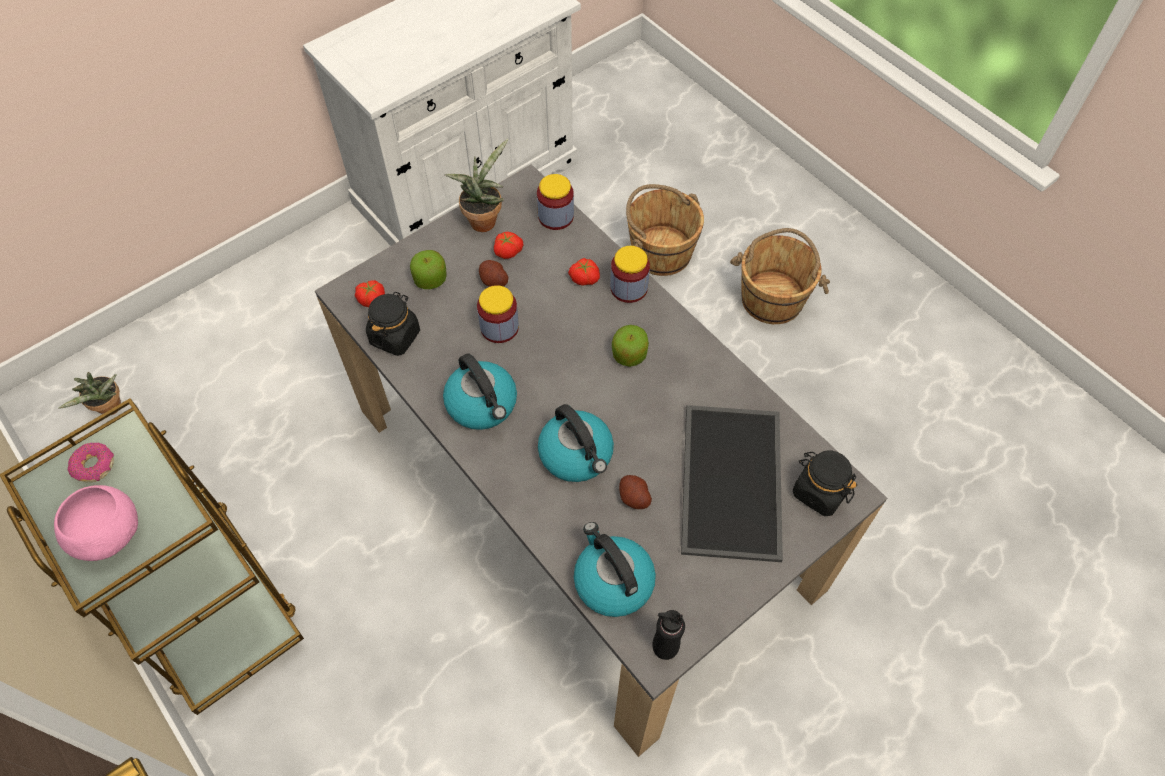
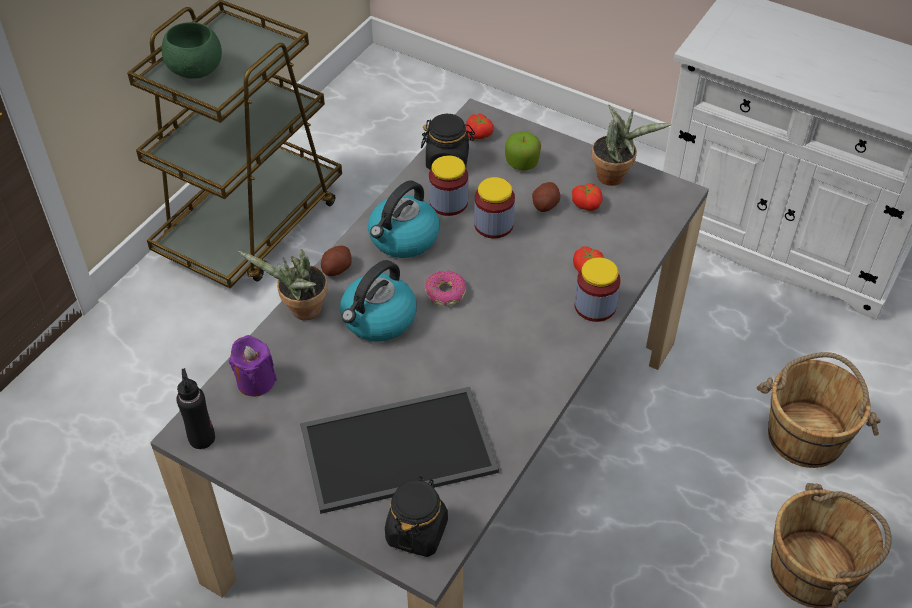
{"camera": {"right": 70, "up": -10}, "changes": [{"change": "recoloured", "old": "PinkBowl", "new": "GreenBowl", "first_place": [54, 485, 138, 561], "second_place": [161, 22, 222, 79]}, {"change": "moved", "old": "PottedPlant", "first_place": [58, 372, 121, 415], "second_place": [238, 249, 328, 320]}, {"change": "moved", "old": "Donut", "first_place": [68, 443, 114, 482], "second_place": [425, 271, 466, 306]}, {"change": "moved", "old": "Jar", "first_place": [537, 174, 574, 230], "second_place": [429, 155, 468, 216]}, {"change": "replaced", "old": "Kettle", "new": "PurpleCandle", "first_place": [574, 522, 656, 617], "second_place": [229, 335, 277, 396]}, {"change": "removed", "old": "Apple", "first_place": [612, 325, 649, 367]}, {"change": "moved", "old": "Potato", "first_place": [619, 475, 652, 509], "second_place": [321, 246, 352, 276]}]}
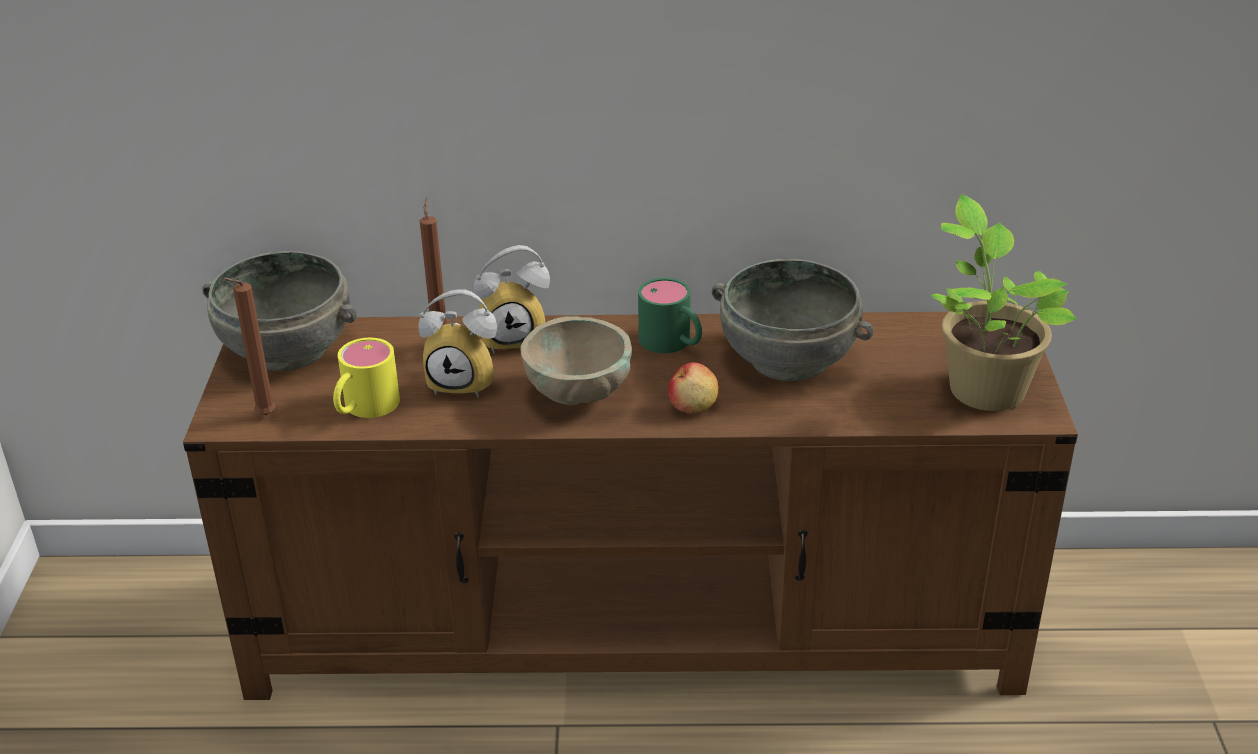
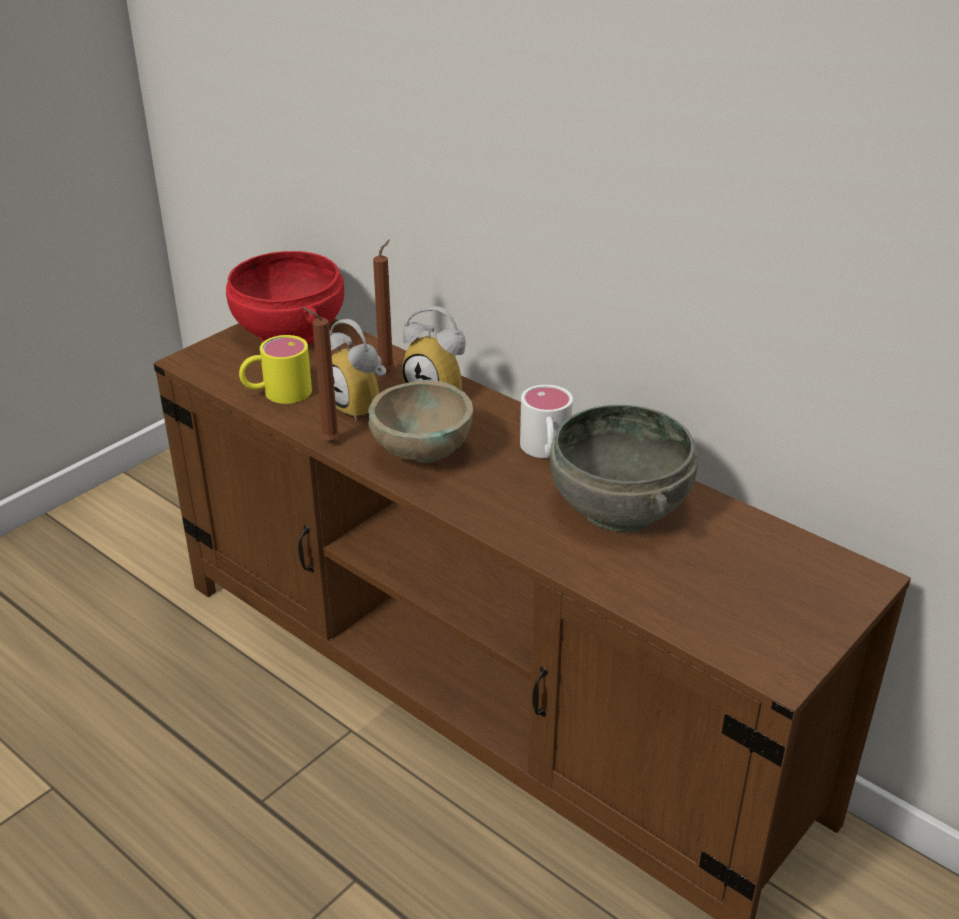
{"camera": {"right": 40, "up": 0}, "changes": [{"change": "recoloured", "old": "GreyBowl", "new": "RedBowl", "first_place": [202, 251, 357, 371], "second_place": [226, 251, 344, 345]}, {"change": "moved", "old": "BrownCandle", "first_place": [223, 278, 276, 415], "second_place": [302, 307, 340, 442]}, {"change": "recoloured", "old": "GreenMug", "new": "WhiteMug", "first_place": [638, 278, 702, 353], "second_place": [520, 385, 573, 458]}, {"change": "removed", "old": "Apple", "first_place": [669, 362, 719, 413]}, {"change": "removed", "old": "PottedPlant", "first_place": [931, 195, 1077, 411]}]}
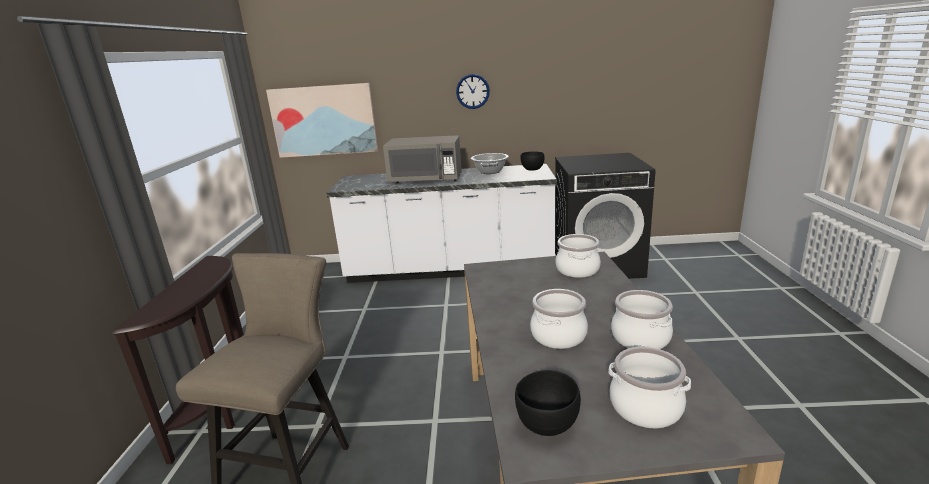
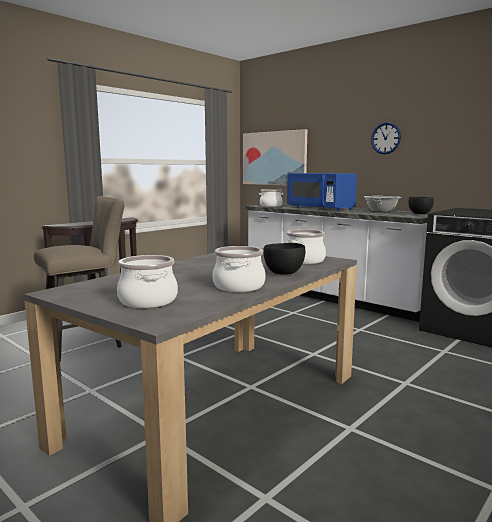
{"camera": {"right": 40, "up": -10}, "changes": [{"change": "recoloured", "old": "GreyMicrowave", "new": "BlueMicrowave", "first_place": [383, 135, 462, 184], "second_place": [287, 173, 357, 211]}, {"change": "moved", "old": "BlackBowl", "first_place": [515, 370, 581, 436], "second_place": [263, 243, 305, 275]}, {"change": "moved", "old": "CookingPot", "first_place": [530, 289, 588, 349], "second_place": [259, 189, 283, 207]}]}
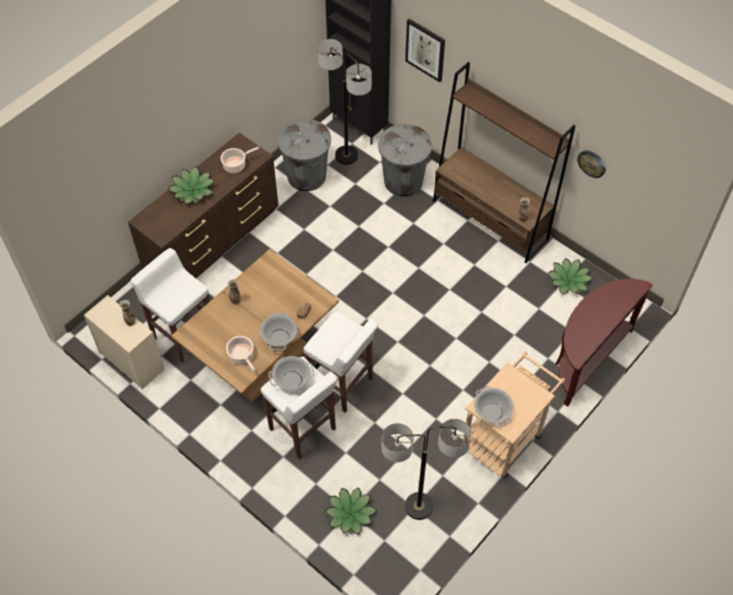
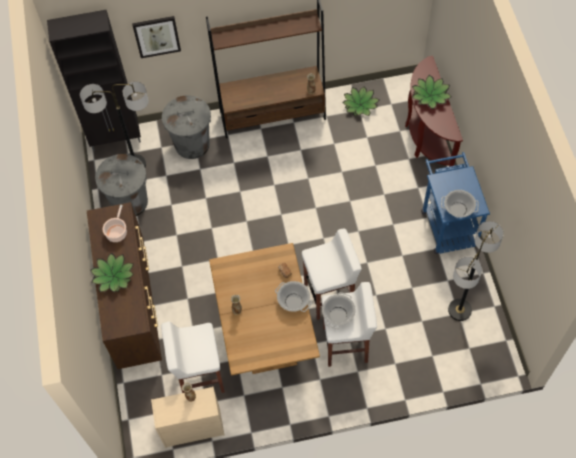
{"camera": {"right": -50, "up": 5}, "changes": [{"change": "removed", "old": "CookingPot", "first_place": [226, 336, 255, 371]}, {"change": "moved", "old": "PottedPlant", "first_place": [325, 487, 377, 535], "second_place": [412, 75, 451, 109]}, {"change": "recoloured", "old": "BeigeCart", "new": "BlueCart", "first_place": [462, 351, 565, 478], "second_place": [421, 152, 490, 254]}, {"change": "removed", "old": "WallClock", "first_place": [577, 151, 606, 178]}]}
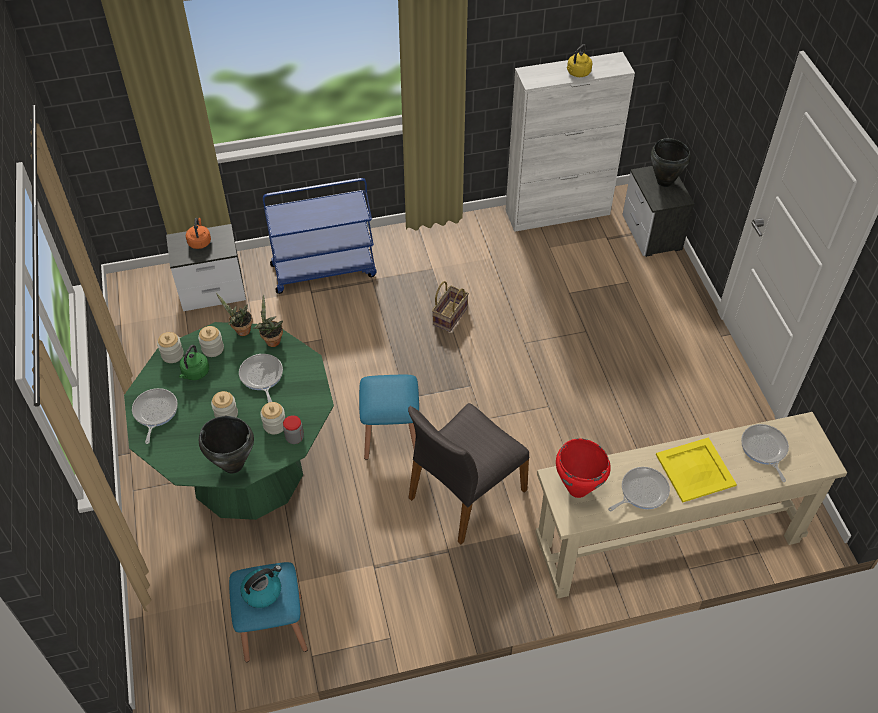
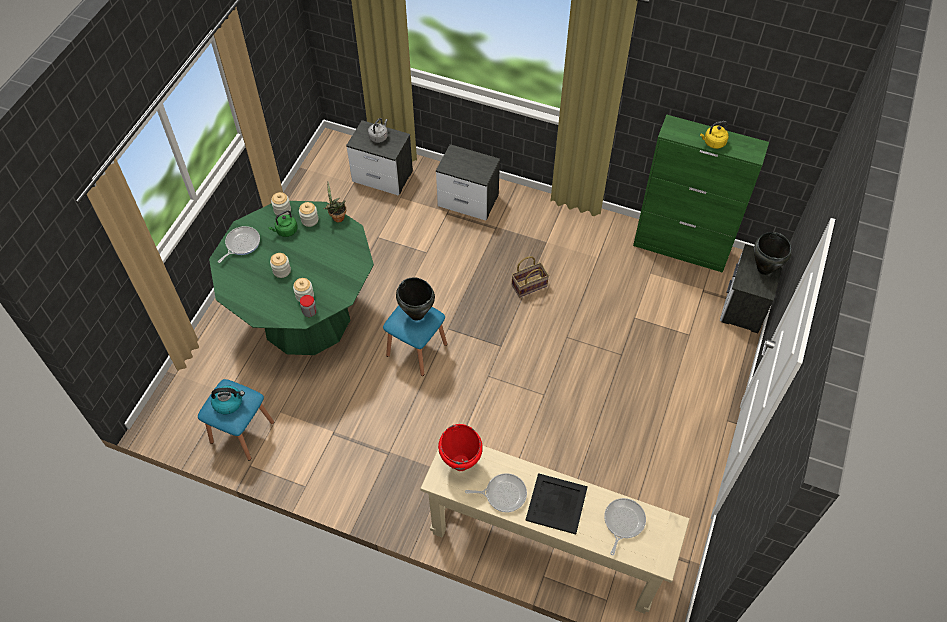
{"camera": {"right": 35, "up": 5}, "changes": [{"change": "recoloured", "old": "OrangeKettle", "new": "GreyKettle", "first_place": [186, 218, 211, 249], "second_place": [368, 118, 388, 143]}, {"change": "moved", "old": "BlackCookingPot", "first_place": [199, 416, 254, 474], "second_place": [396, 277, 435, 321]}, {"change": "removed", "old": "FryingPan", "first_place": [239, 354, 283, 403]}, {"change": "removed", "old": "PottedPlant", "first_place": [253, 294, 283, 347]}, {"change": "replaced", "old": "BlueCart", "new": "Nightstand", "first_place": [263, 178, 377, 294], "second_place": [436, 144, 500, 221]}, {"change": "removed", "old": "GreyChair", "first_place": [408, 403, 529, 544]}, {"change": "recoloured", "old": "WhiteCabinet", "new": "GreenCabinet", "first_place": [506, 52, 635, 232], "second_place": [633, 115, 769, 273]}, {"change": "recoloured", "old": "YellowTray", "new": "BlackTray", "first_place": [656, 437, 737, 503], "second_place": [525, 473, 588, 534]}]}
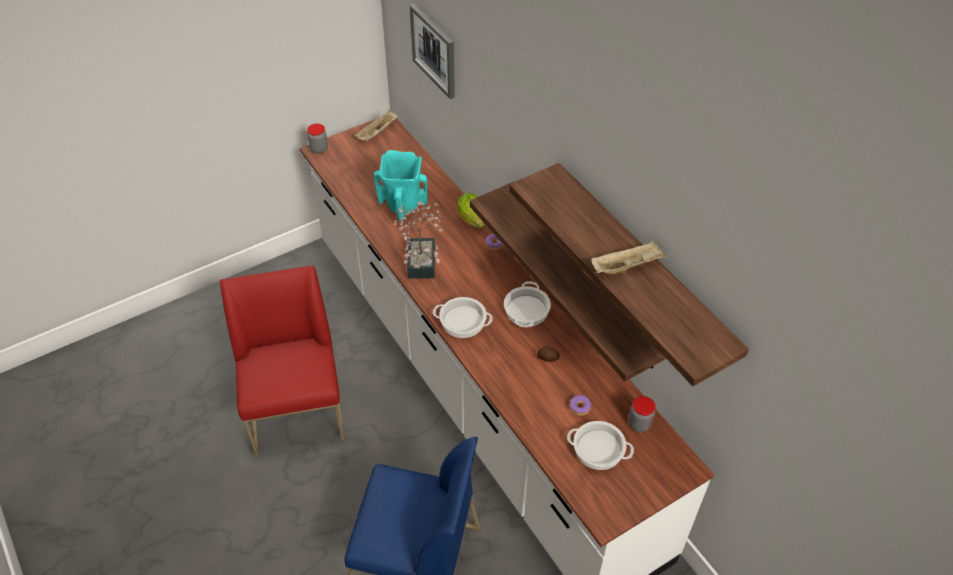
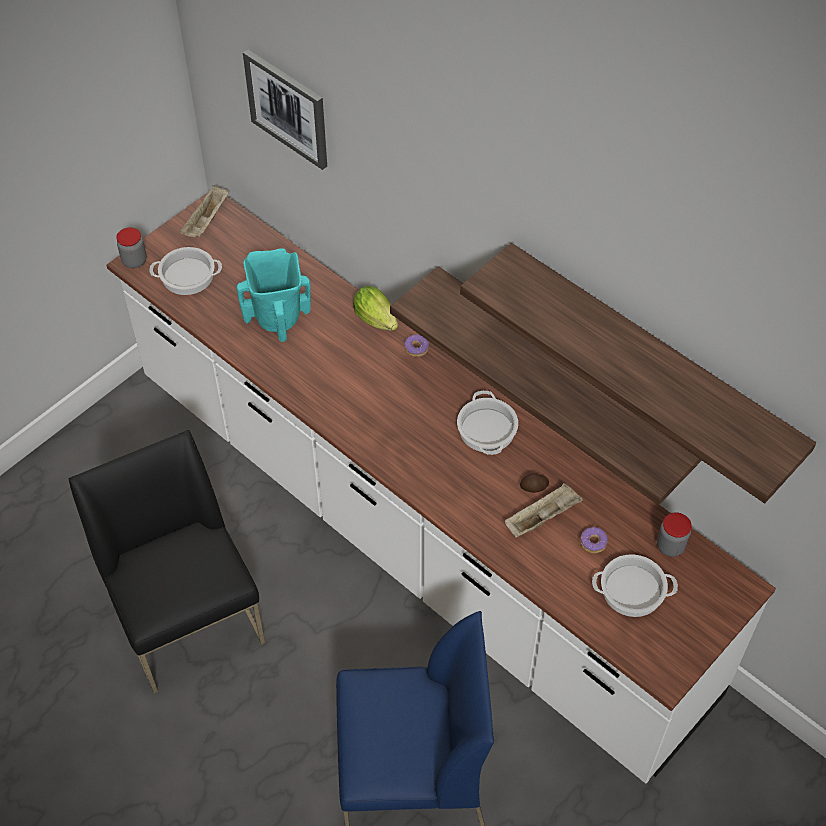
{"camera": {"right": -15, "up": 5}, "changes": [{"change": "recoloured", "old": "RedChair", "new": "BlackChair", "first_place": [220, 265, 345, 456], "second_place": [69, 430, 265, 694]}, {"change": "removed", "old": "PottedPlant", "first_place": [394, 202, 443, 279]}, {"change": "moved", "old": "CookingPot", "first_place": [433, 297, 493, 338], "second_place": [149, 247, 222, 295]}, {"change": "moved", "old": "BeigeTray", "first_place": [591, 241, 667, 274], "second_place": [505, 483, 583, 538]}]}
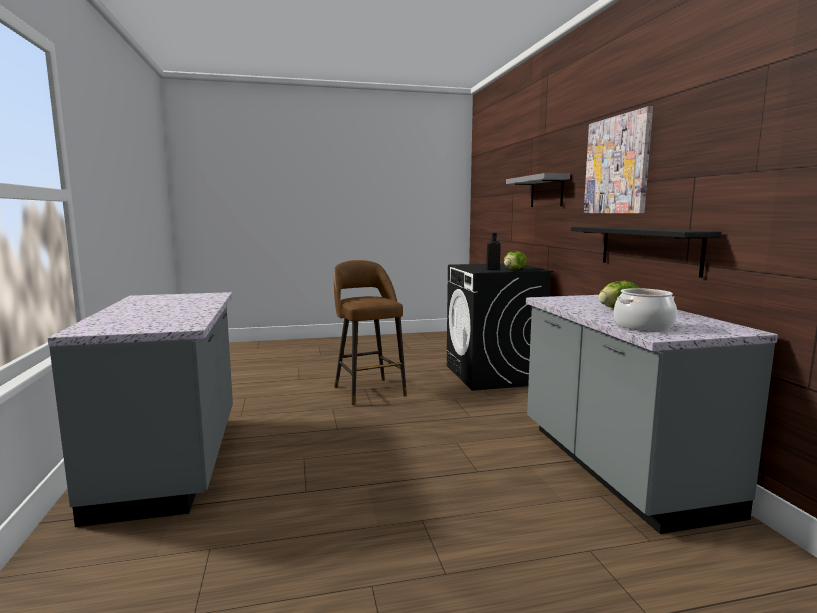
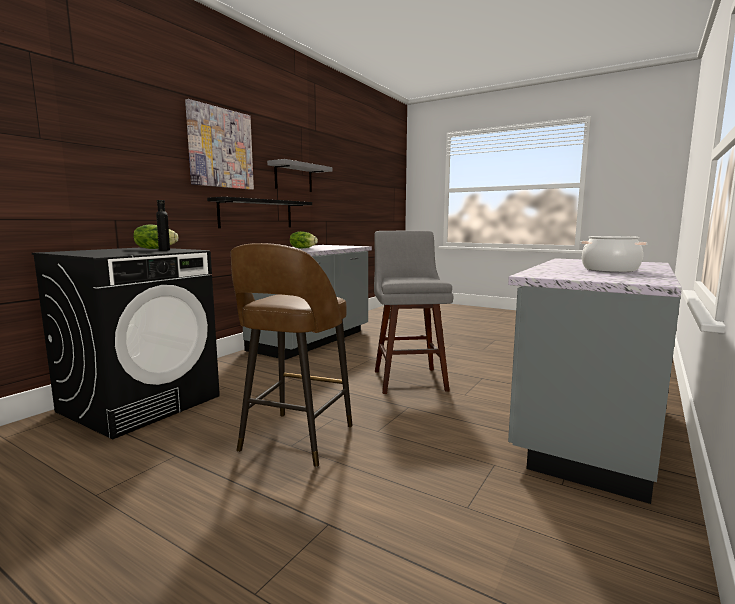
{"camera": {"right": -135, "up": 0}, "changes": [{"change": "moved", "old": "GreyShelf", "first_place": [506, 173, 570, 207], "second_place": [267, 159, 333, 192]}, {"change": "moved", "old": "CookingPot", "first_place": [614, 288, 677, 331], "second_place": [580, 236, 647, 272]}, {"change": "added", "new": "GreyStool", "second_place": [374, 231, 454, 394]}]}
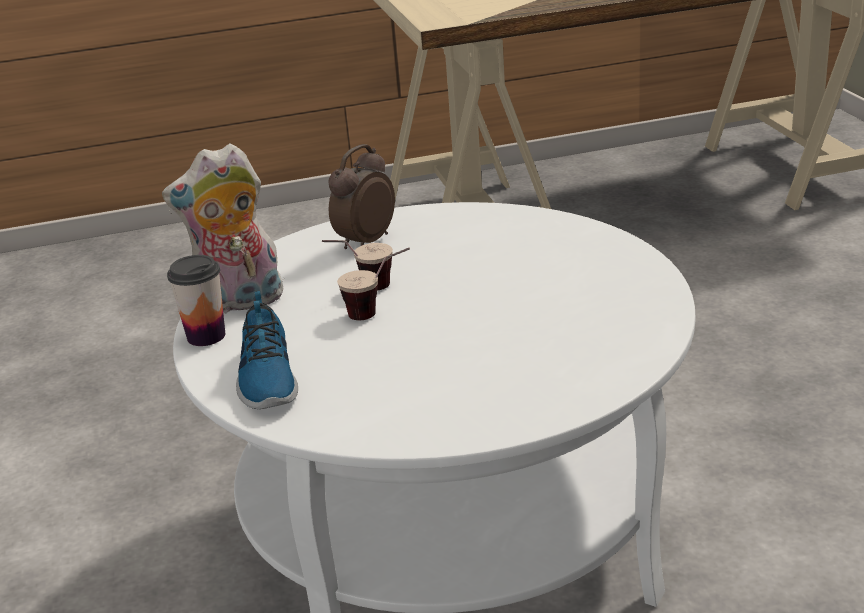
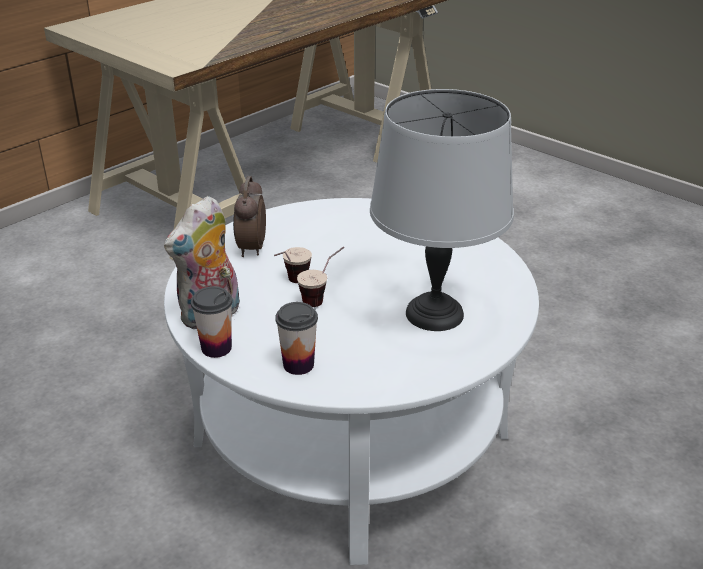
{"camera": {"right": -35, "up": 5}, "changes": [{"change": "replaced", "old": "Shoe", "new": "Cup", "first_place": [236, 291, 298, 409], "second_place": [275, 302, 318, 375]}, {"change": "added", "new": "GreyTableLamp", "second_place": [370, 89, 514, 331]}]}
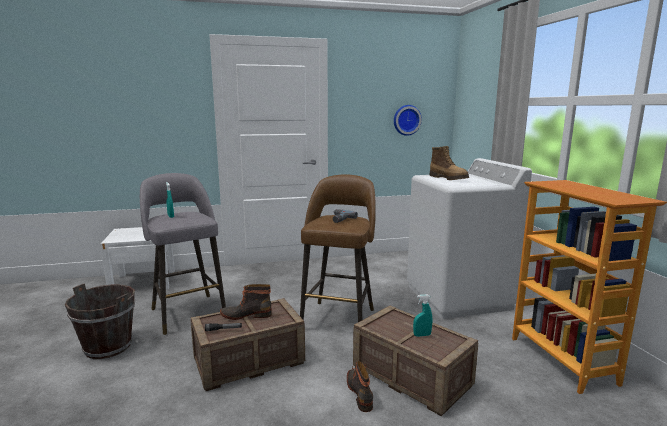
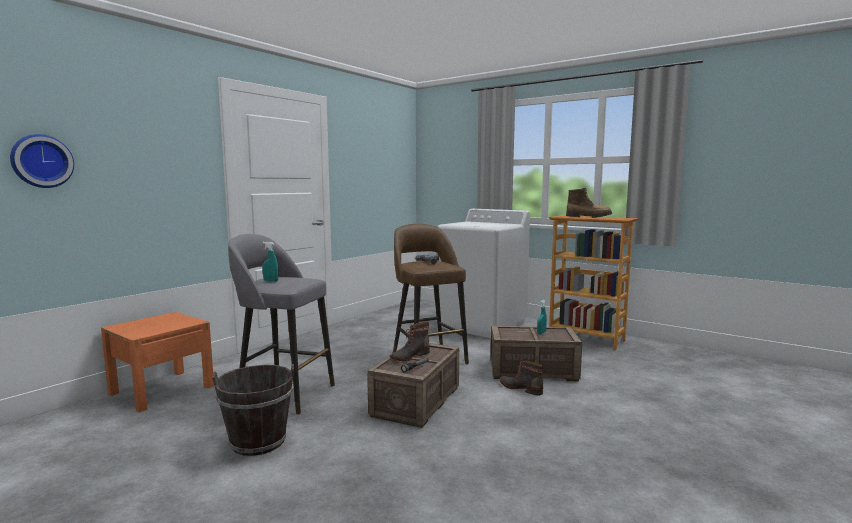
{"camera": {"right": -40, "up": -5}, "changes": [{"change": "recoloured", "old": "WhiteNightstand", "new": "OrangeNightstand", "first_place": [101, 227, 175, 289], "second_place": [101, 312, 214, 412]}, {"change": "moved", "old": "WallClock", "first_place": [394, 105, 422, 136], "second_place": [10, 134, 74, 188]}, {"change": "moved", "old": "Boot", "first_place": [429, 146, 469, 180], "second_place": [566, 188, 612, 218]}]}
